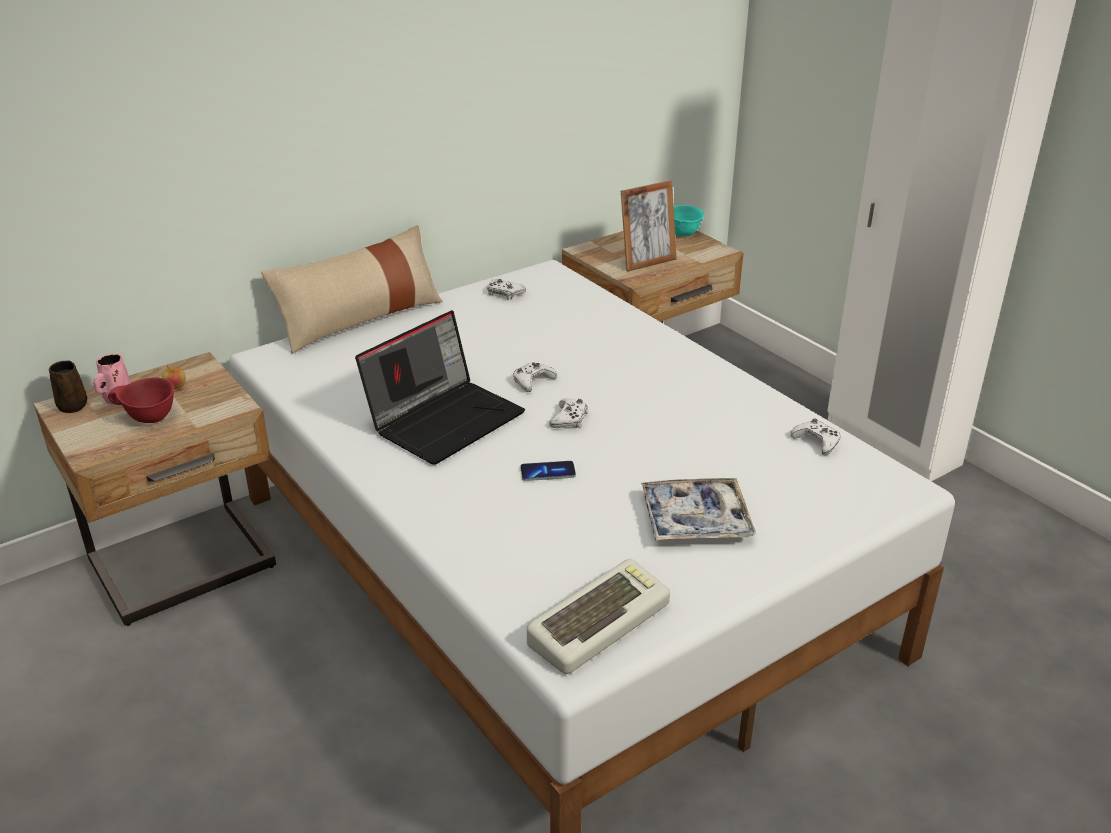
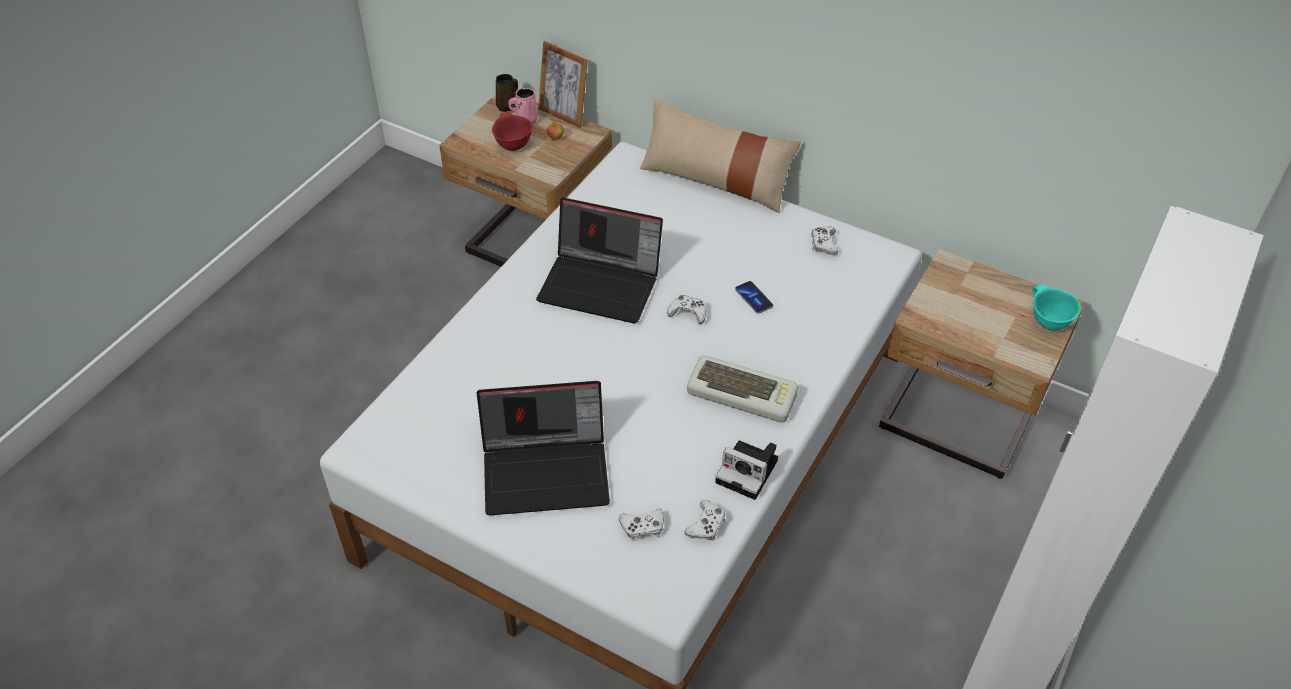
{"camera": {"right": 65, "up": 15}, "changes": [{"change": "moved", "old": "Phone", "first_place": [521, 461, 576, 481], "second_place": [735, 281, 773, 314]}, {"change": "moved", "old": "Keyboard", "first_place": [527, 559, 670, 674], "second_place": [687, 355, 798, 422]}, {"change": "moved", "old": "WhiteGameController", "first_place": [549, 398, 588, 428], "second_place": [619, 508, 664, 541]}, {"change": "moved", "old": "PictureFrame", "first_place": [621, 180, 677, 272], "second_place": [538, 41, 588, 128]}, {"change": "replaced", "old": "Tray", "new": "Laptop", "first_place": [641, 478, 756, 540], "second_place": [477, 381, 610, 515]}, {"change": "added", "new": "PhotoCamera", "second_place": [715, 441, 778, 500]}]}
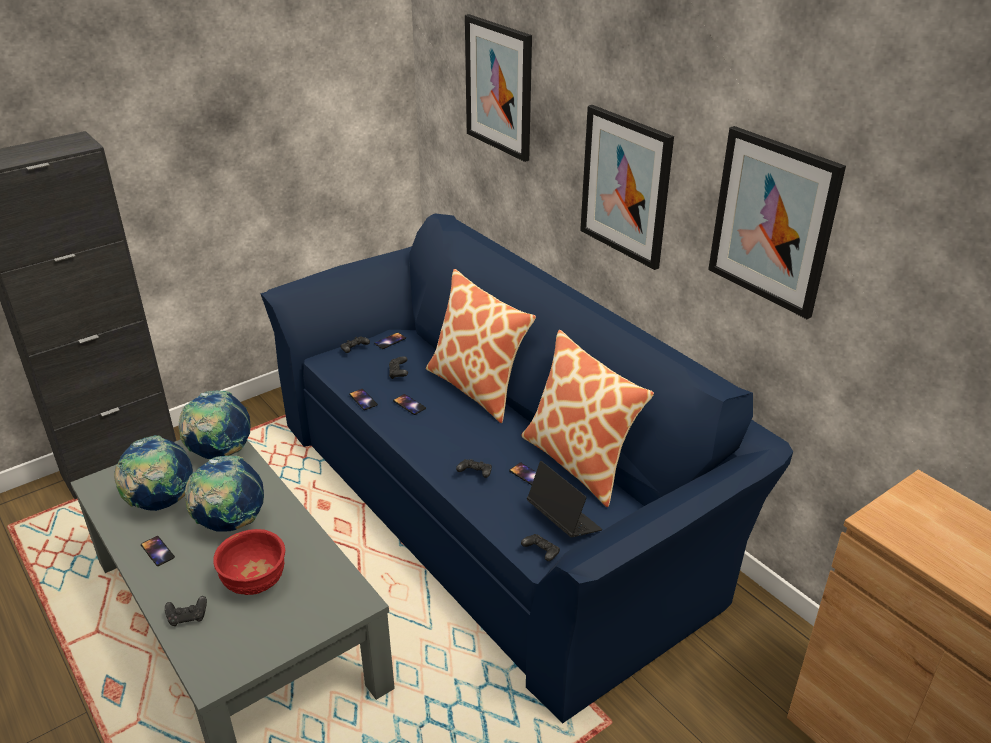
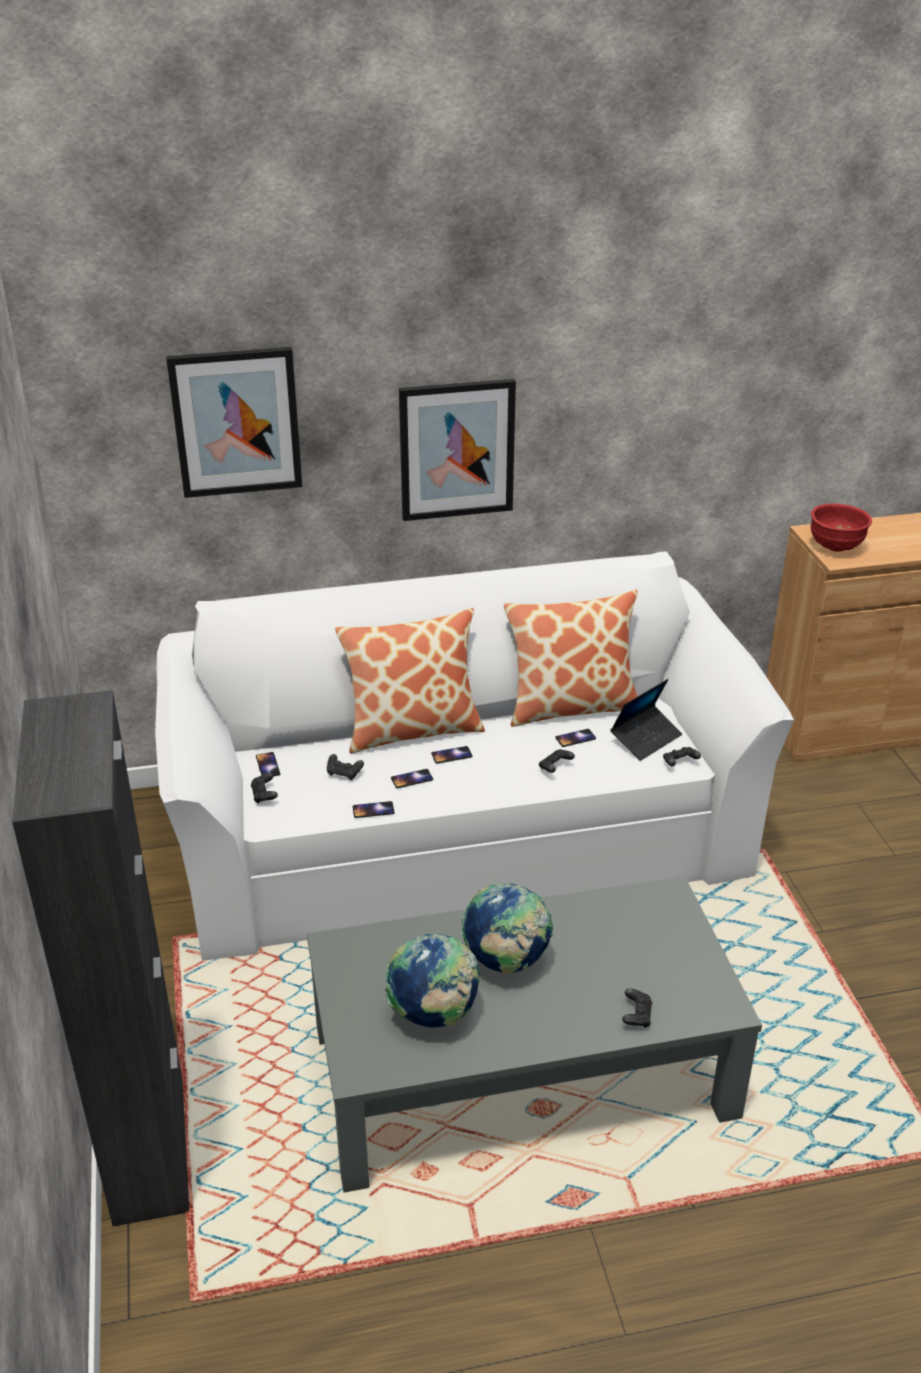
{"camera": {"right": -65, "up": 0}, "changes": [{"change": "moved", "old": "Phone", "first_place": [141, 536, 175, 566], "second_place": [431, 746, 473, 764]}, {"change": "removed", "old": "Globe", "first_place": [178, 391, 251, 459]}, {"change": "moved", "old": "RedBowl", "first_place": [213, 529, 285, 595], "second_place": [811, 503, 872, 552]}, {"change": "recoloured", "old": "BlueSofa", "new": "WhiteSofa", "first_place": [260, 213, 793, 723], "second_place": [155, 551, 794, 961]}, {"change": "turned", "old": "Laptop", "first_place": [527, 461, 602, 537], "second_place": [610, 679, 682, 761], "degrees": 150}, {"change": "removed", "old": "Picture", "first_place": [708, 126, 846, 319]}]}
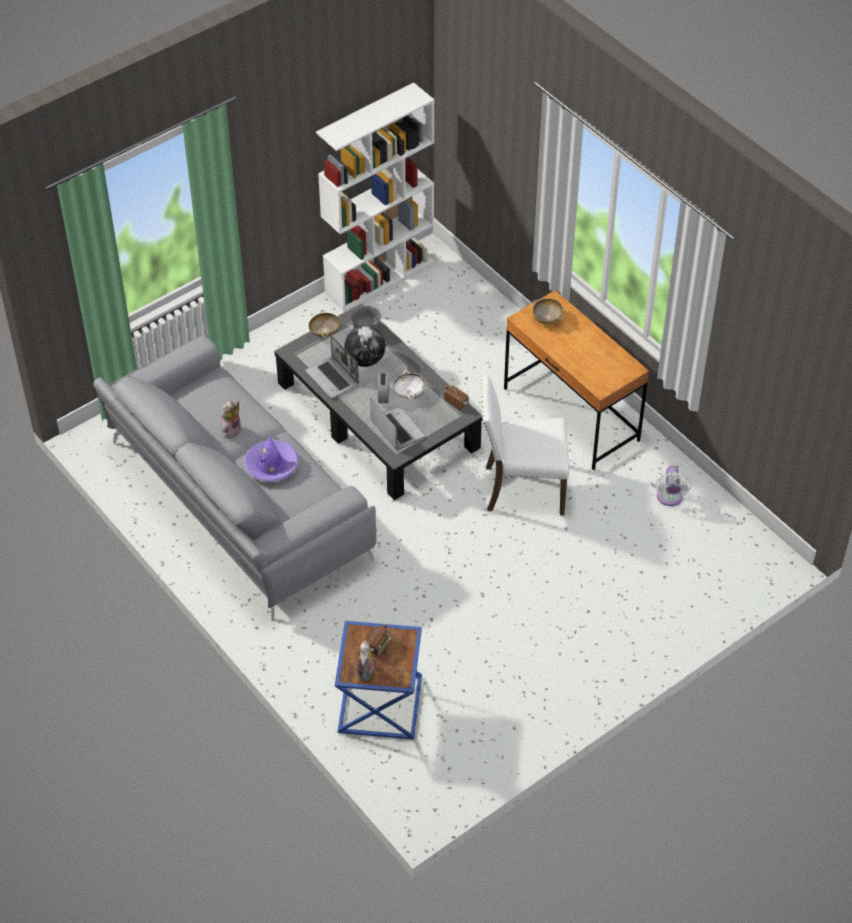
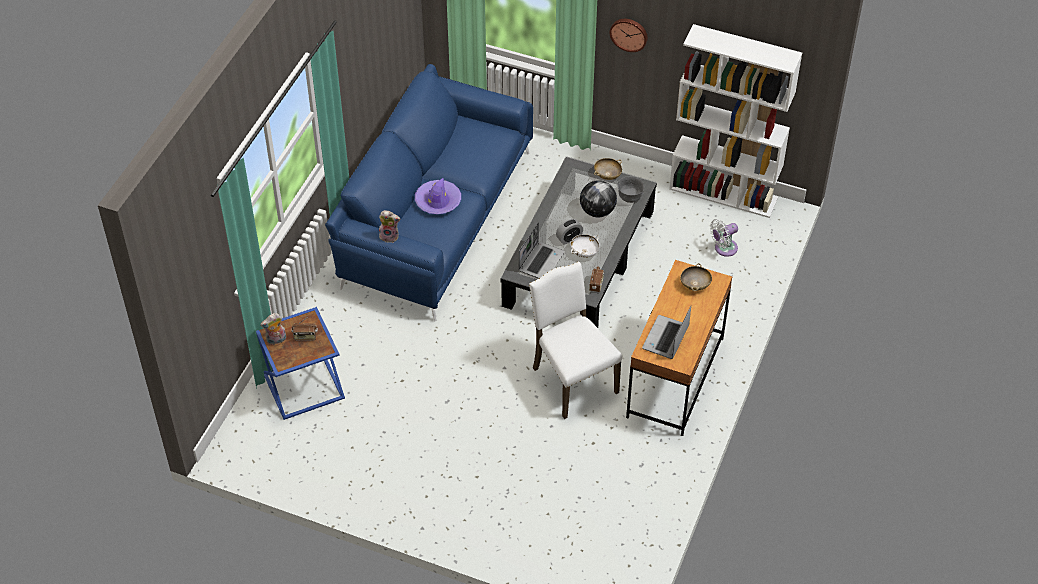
{"camera": {"right": 60, "up": 0}, "changes": [{"change": "recoloured", "old": "GreySofa", "new": "BlueSofa", "first_place": [93, 334, 377, 620], "second_place": [325, 64, 533, 322]}, {"change": "moved", "old": "PlushToy", "first_place": [221, 400, 241, 439], "second_place": [379, 210, 401, 243]}, {"change": "moved", "old": "Laptop", "first_place": [305, 335, 359, 399], "second_place": [642, 306, 691, 359]}, {"change": "moved", "old": "WhiteFan", "first_place": [655, 466, 691, 506], "second_place": [710, 219, 738, 257]}, {"change": "added", "new": "WallClock", "second_place": [610, 19, 648, 52]}]}
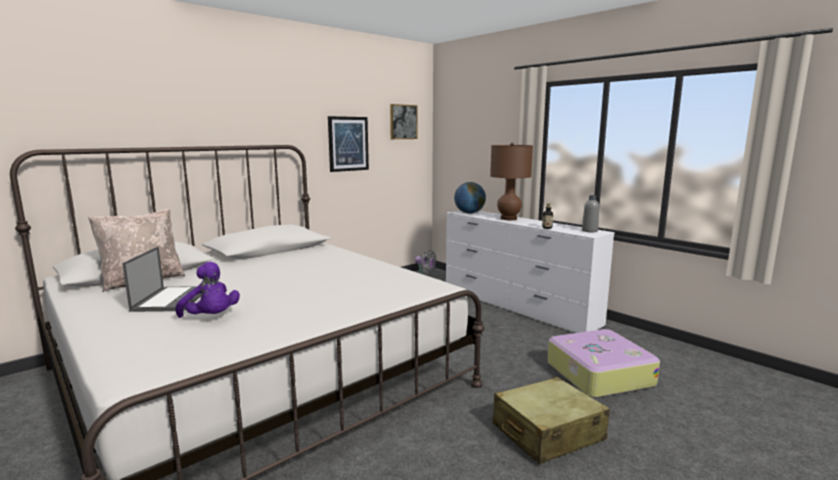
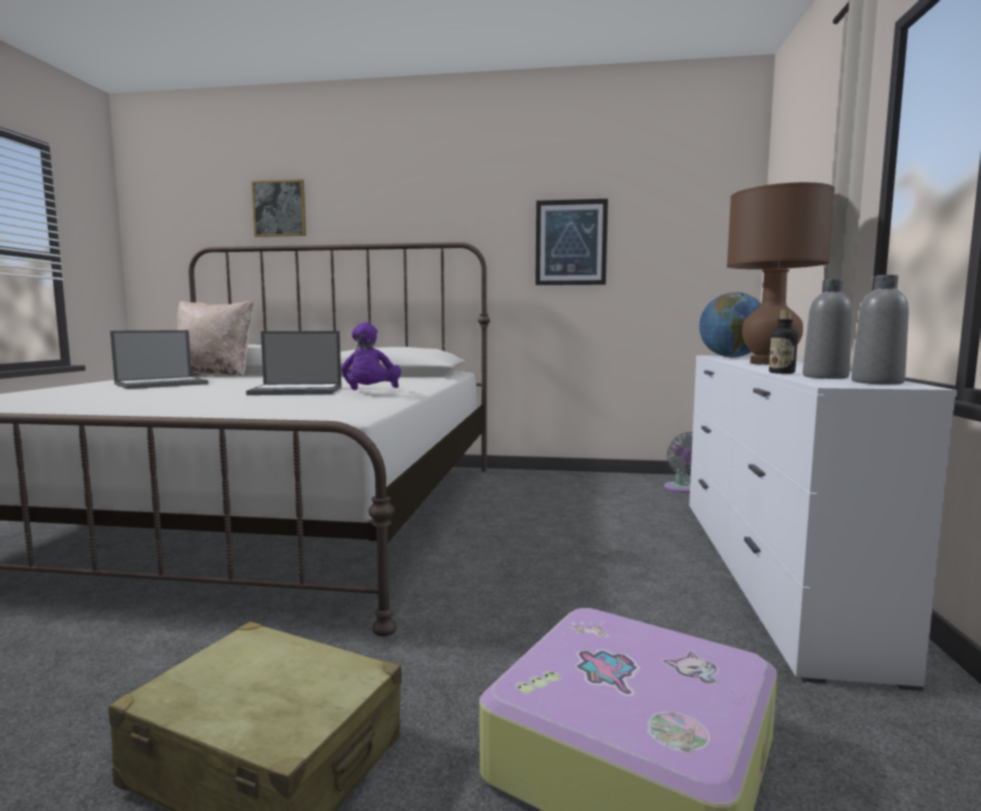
{"camera": {"right": 50, "up": -5}, "changes": [{"change": "moved", "old": "PurplePlushToy", "first_place": [175, 262, 240, 318], "second_place": [341, 322, 401, 390]}, {"change": "moved", "old": "Picture", "first_place": [390, 104, 418, 139], "second_place": [251, 179, 306, 237]}, {"change": "added", "new": "Laptop", "second_place": [246, 331, 342, 395]}, {"change": "added", "new": "GreyBottle", "second_place": [803, 279, 852, 379]}]}
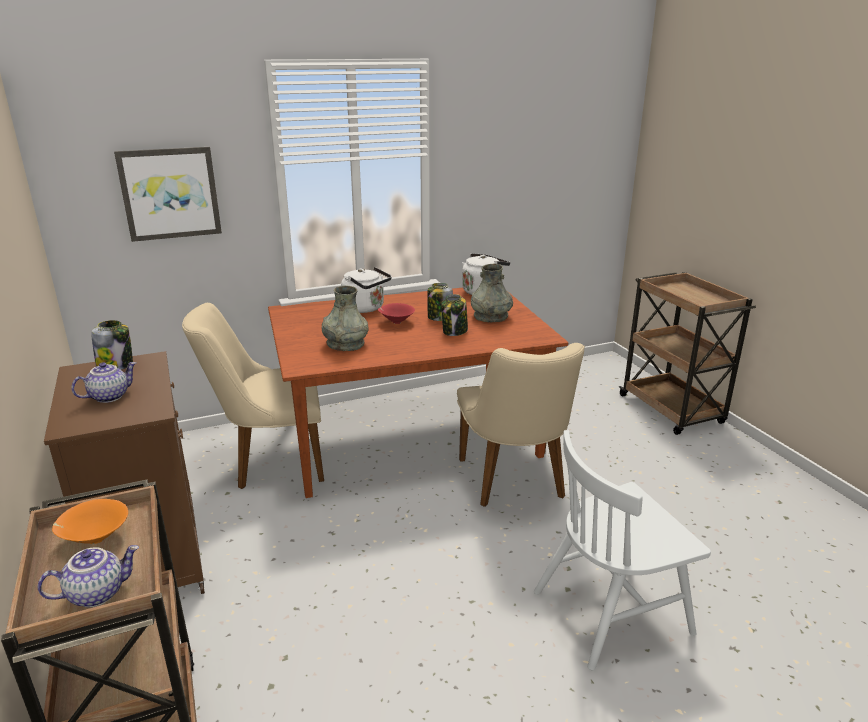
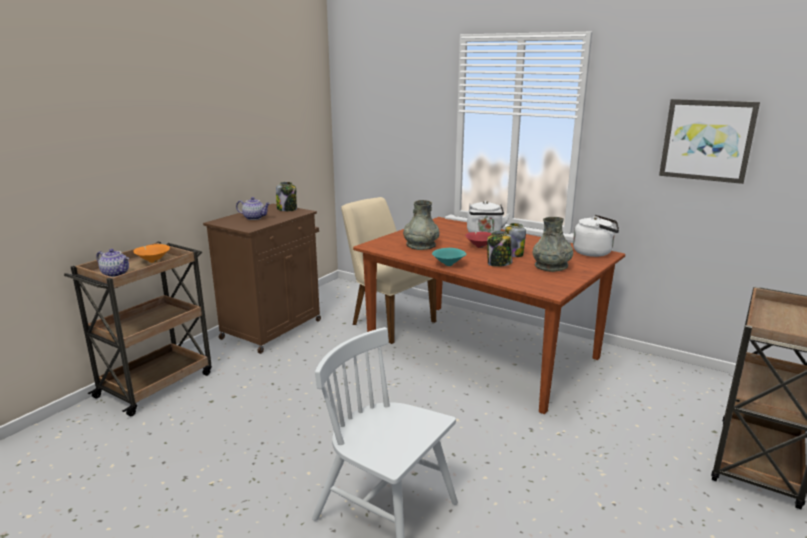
{"camera": {"right": 55, "up": -5}, "changes": [{"change": "moved", "old": "Picture", "first_place": [114, 147, 222, 242], "second_place": [659, 99, 760, 184]}, {"change": "removed", "old": "BeigeChair", "first_place": [457, 343, 585, 507]}, {"change": "added", "new": "TurquoiseBowl", "second_place": [432, 248, 466, 266]}]}
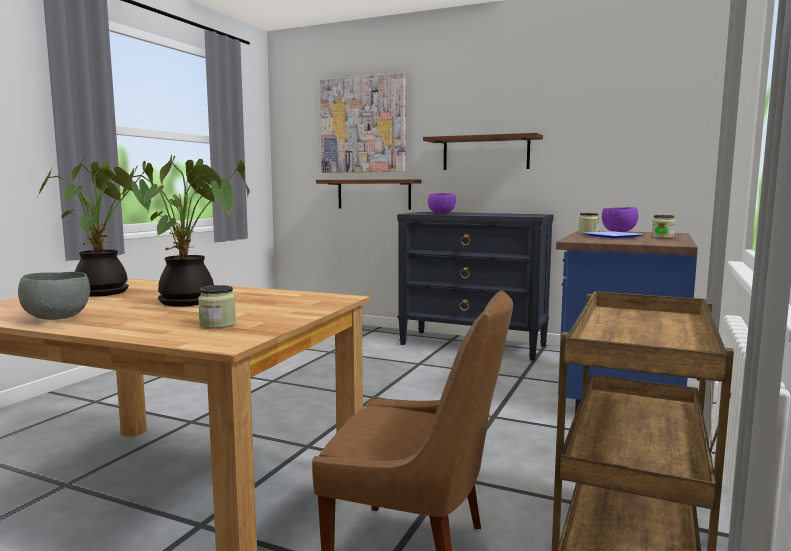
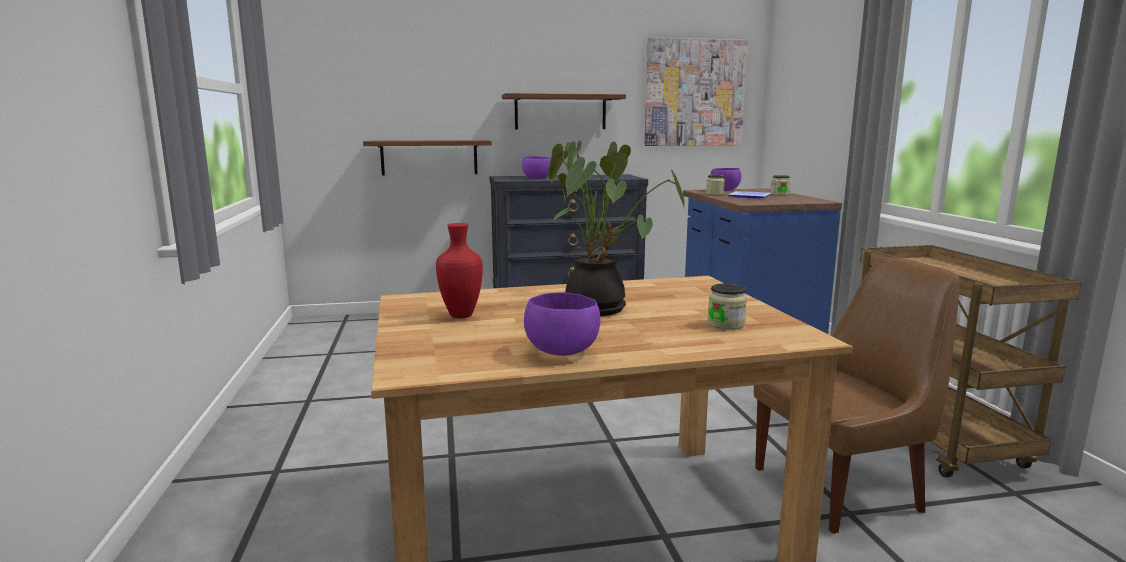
{"camera": {"right": -35, "up": 5}, "changes": [{"change": "recoloured", "old": "GreyBowl", "new": "PurpleBowl", "first_place": [18, 272, 90, 320], "second_place": [524, 292, 600, 356]}, {"change": "replaced", "old": "PottedPlant", "new": "RedVase", "first_place": [38, 158, 153, 297], "second_place": [436, 223, 483, 318]}, {"change": "moved", "old": "Picture", "first_place": [320, 72, 406, 173], "second_place": [644, 37, 748, 146]}]}
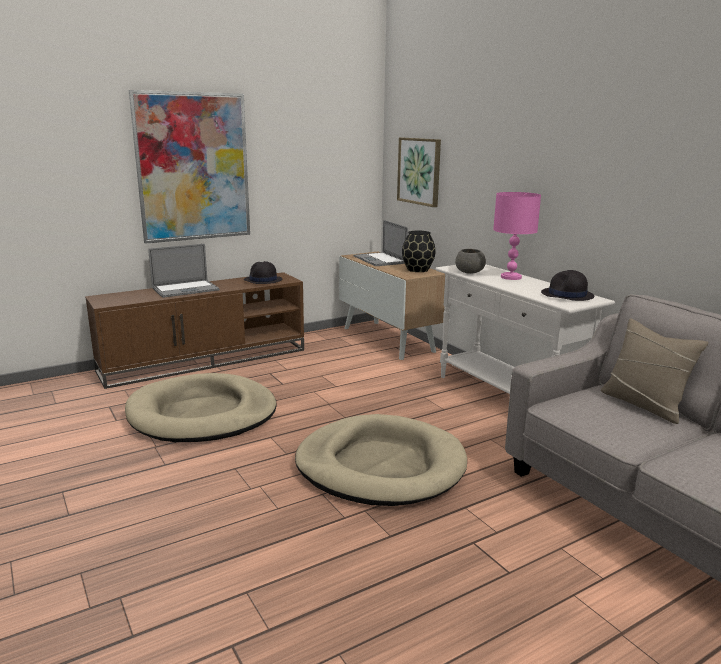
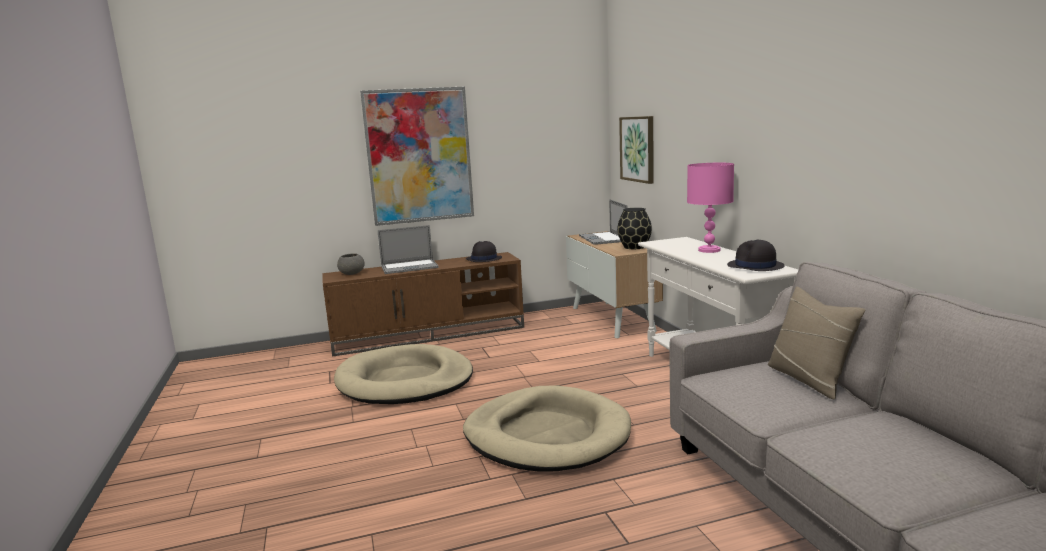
{"camera": {"right": 15, "up": -5}, "changes": [{"change": "moved", "old": "GreyBowl", "first_place": [455, 249, 486, 274], "second_place": [337, 253, 365, 275]}]}
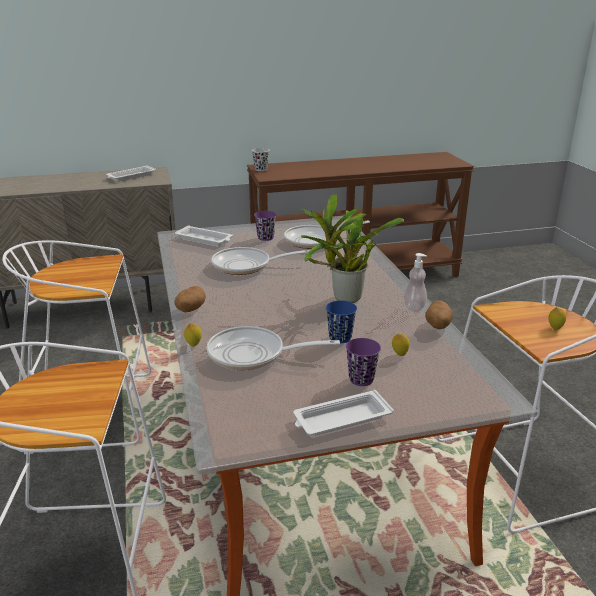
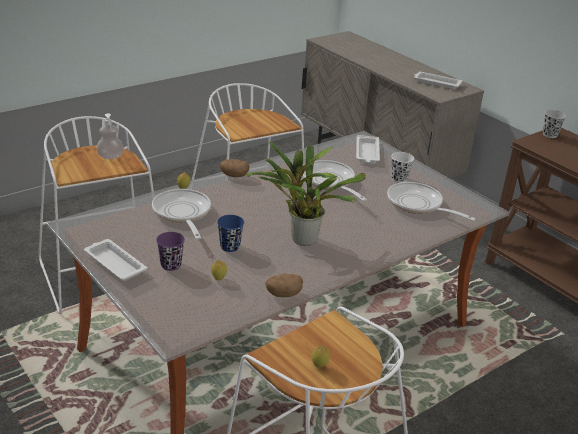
{"camera": {"right": 65, "up": 5}, "changes": [{"change": "recoloured", "old": "PurpleCup", "new": "WhiteCup", "first_place": [254, 211, 277, 241], "second_place": [391, 152, 414, 183]}, {"change": "moved", "old": "SoapDispenser", "first_place": [404, 253, 427, 312], "second_place": [96, 113, 124, 159]}]}
